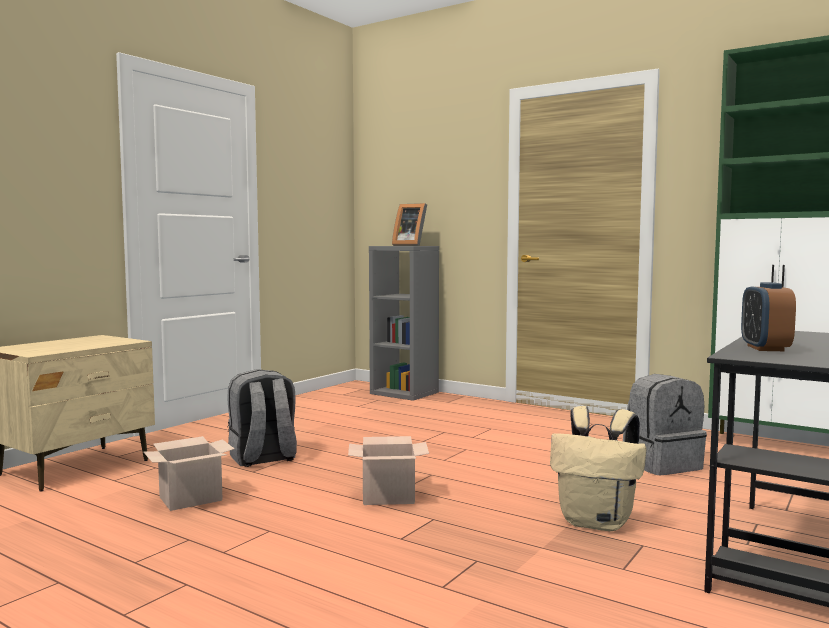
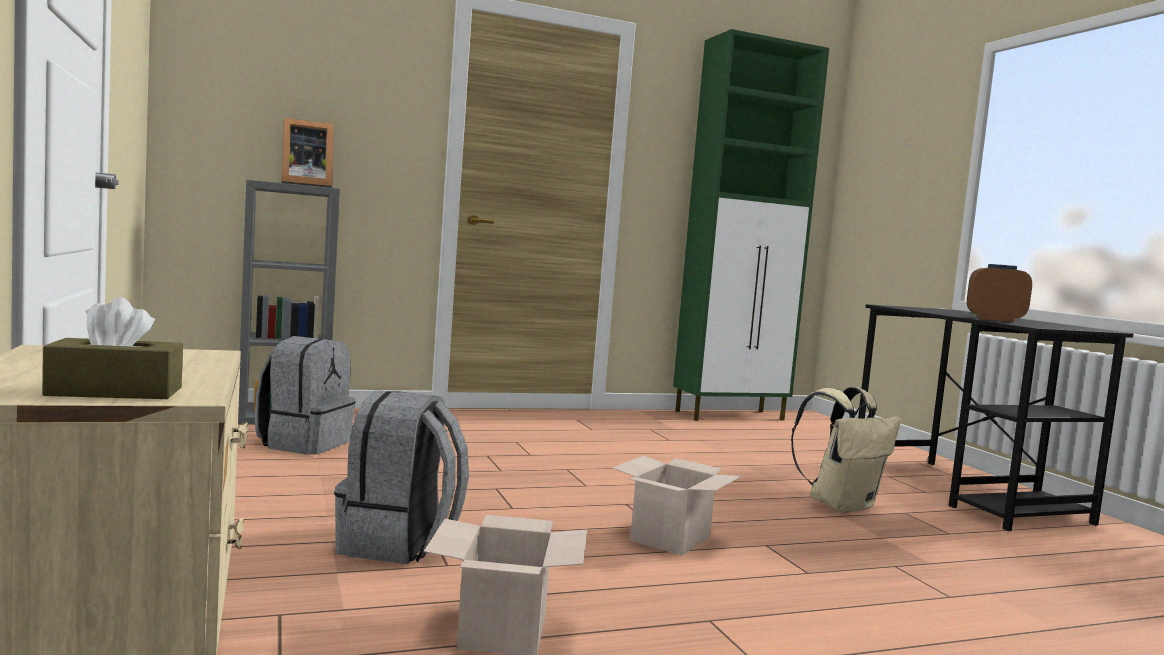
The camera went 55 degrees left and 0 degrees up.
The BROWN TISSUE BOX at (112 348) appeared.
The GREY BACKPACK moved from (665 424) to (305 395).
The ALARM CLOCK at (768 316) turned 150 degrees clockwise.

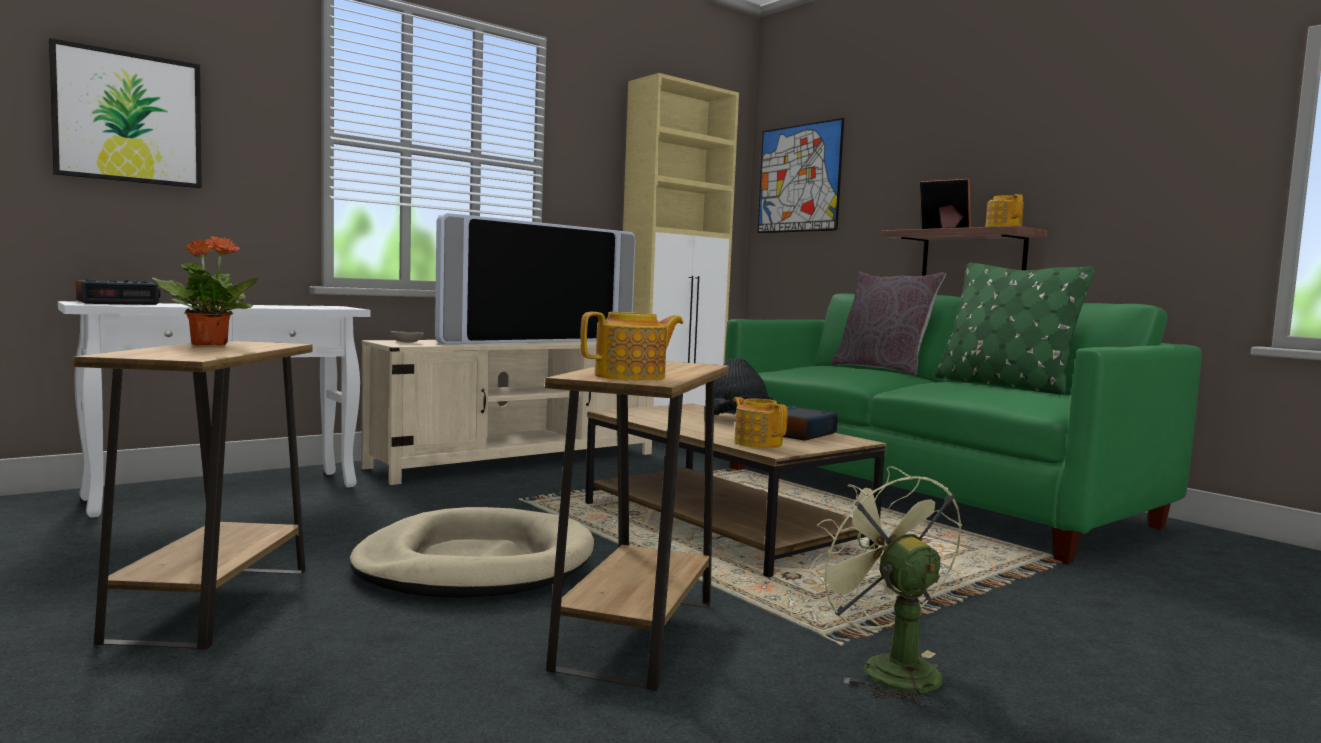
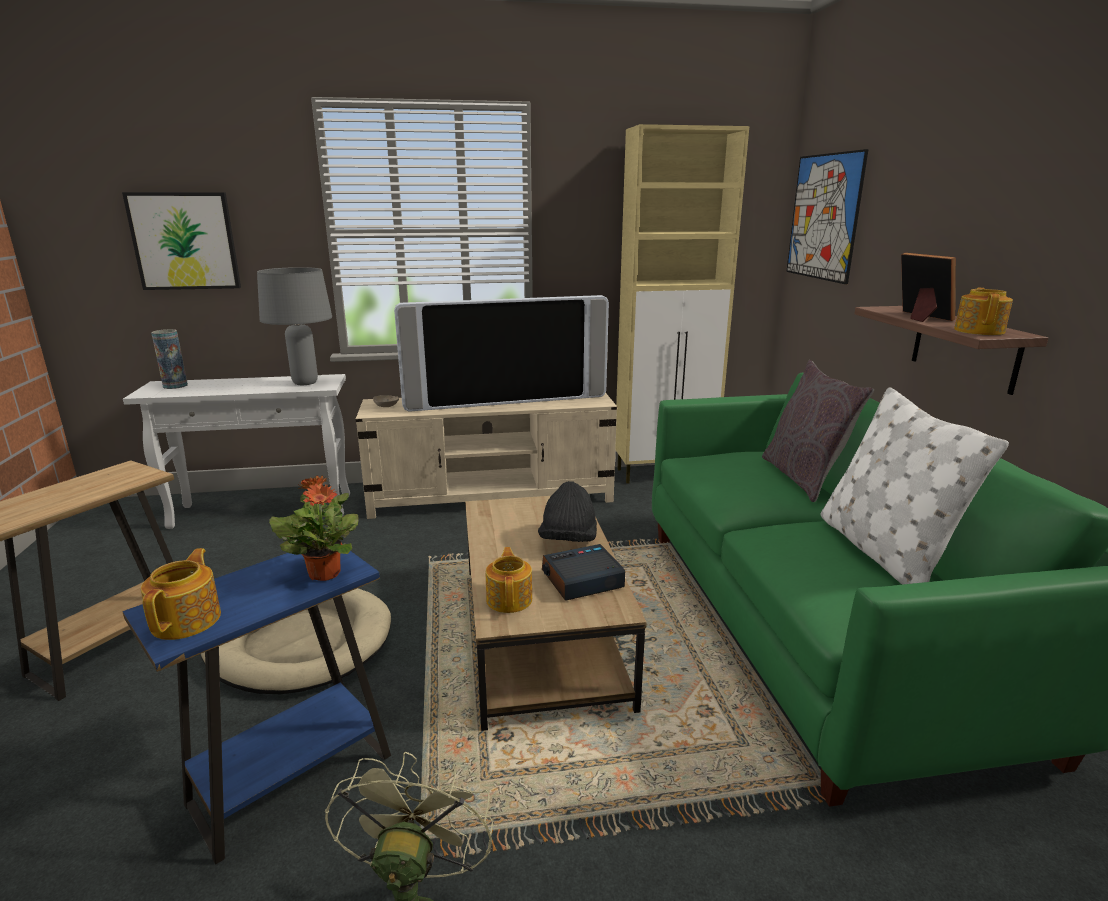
The camera went 30 degrees right and 15 degrees up.
The BROWN SIDE TABLE at (636 526) became the BLUE SIDE TABLE at (257 708).
The TEAPOT at (631 346) turned 90 degrees counterclockwise.
The ALARM CLOCK at (118 292) was replaced by the VASE at (169 359).
The GREY TABLE LAMP at (294 326) appeared.
The POTTED PLANT moved from (205 291) to (314 528).
The GREEN PILLOW at (1015 329) became the WHITE PILLOW at (914 486).

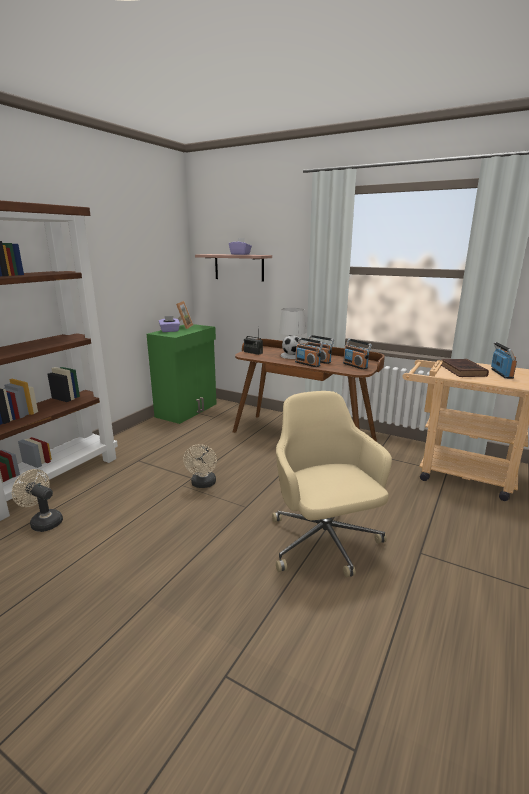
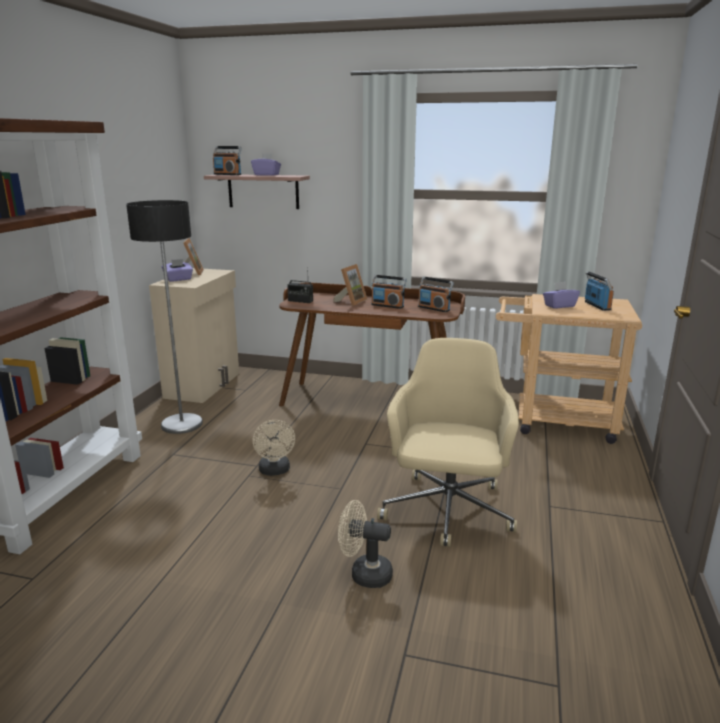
The camera went 15 degrees left and 0 degrees up.
The FLOOR LAMP at (164 317) appeared.
The GREEN CABINET at (182 374) became the BEIGE CABINET at (194 335).
The RADIO moved from (309 352) to (227 160).
The WHITE TABLE LAMP at (292 333) was replaced by the PICTURE FRAME at (350 285).
The BEIGE FAN moved from (37 500) to (365 544).
The BEIGE OFFICE CHAIR at (332 484) turned 45 degrees clockwise.
The BROWN BOOK at (465 368) was replaced by the PURPLE TISSUE BOX at (561 295).

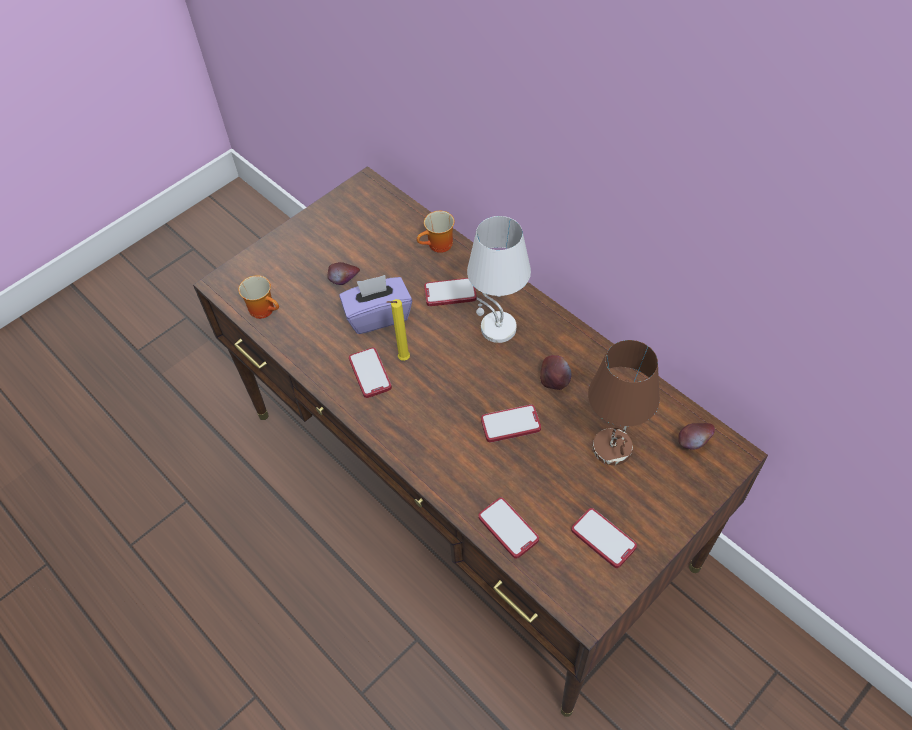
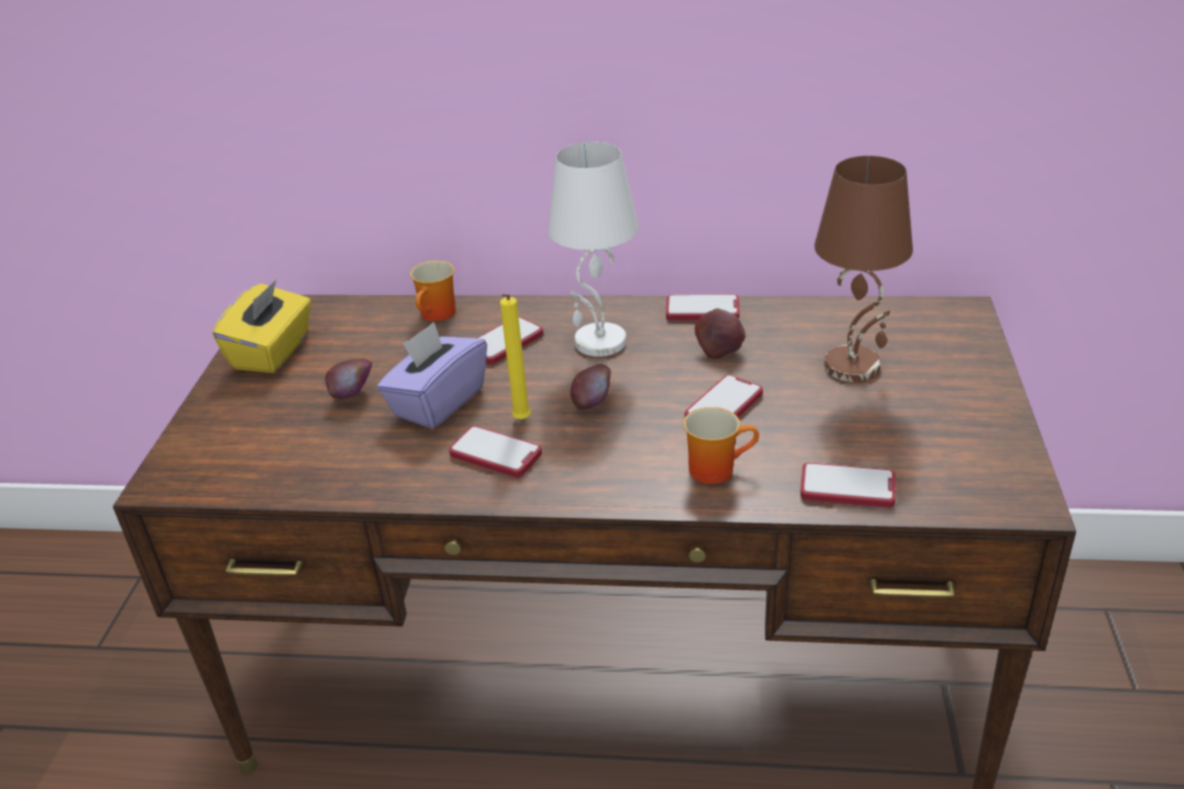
The camera went 40 degrees left and 20 degrees down.
The YELLOW TISSUE BOX at (262 326) appeared.
The APPLE moved from (696 436) to (590 387).
The PHONE moved from (604 538) to (703 308).
The MUG moved from (258 297) to (721 445).

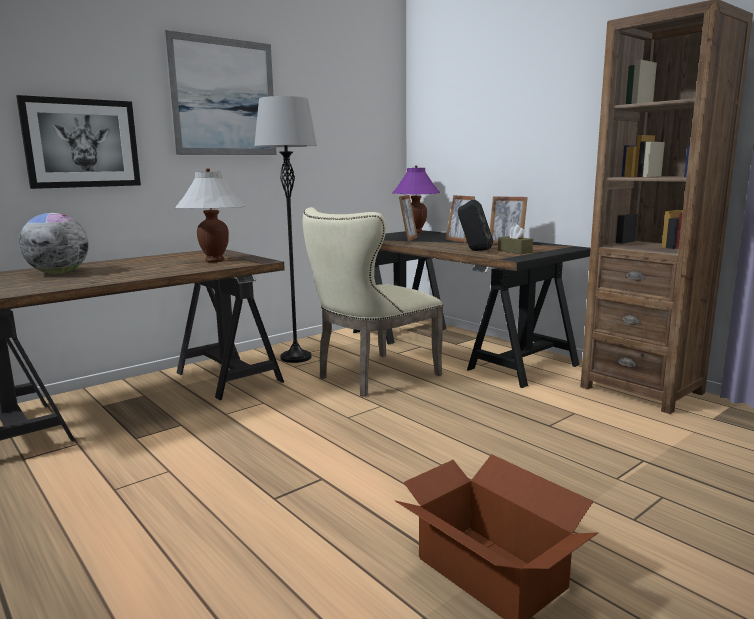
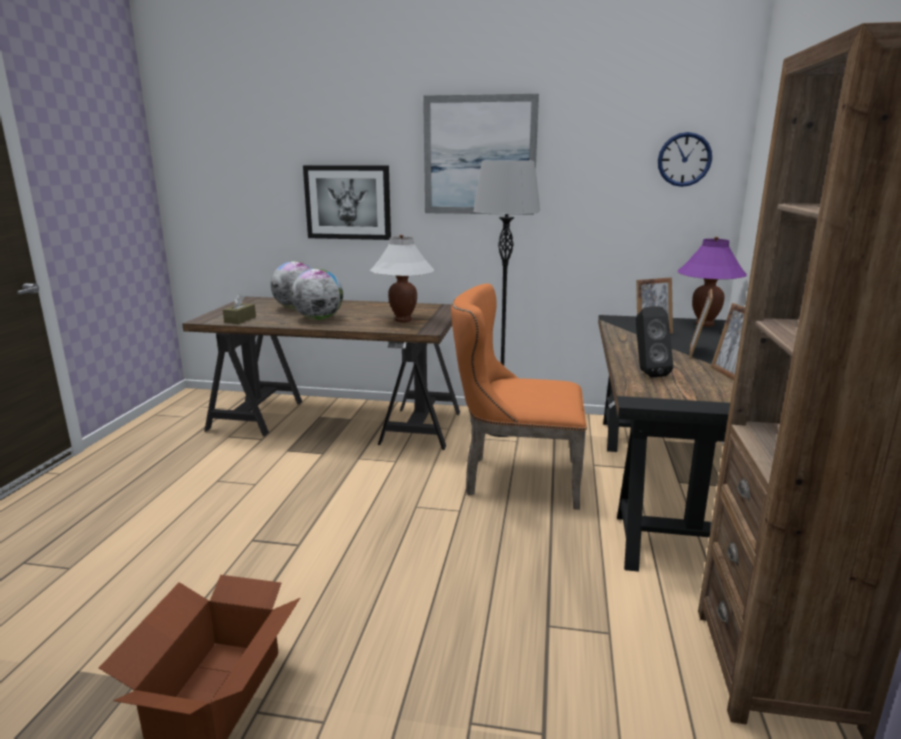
The camera went 50 degrees right and 5 degrees up.
The BROWN TISSUE BOX moved from (515 239) to (239 309).
The GLOBE at (317 294) appeared.
The BEIGE CHAIR at (373 302) became the ORANGE CHAIR at (519 396).
The WALL CLOCK at (685 159) appeared.

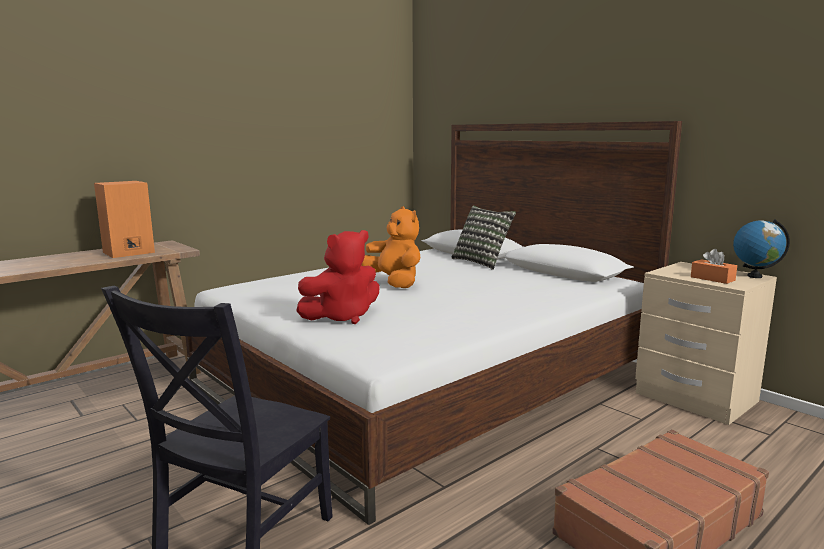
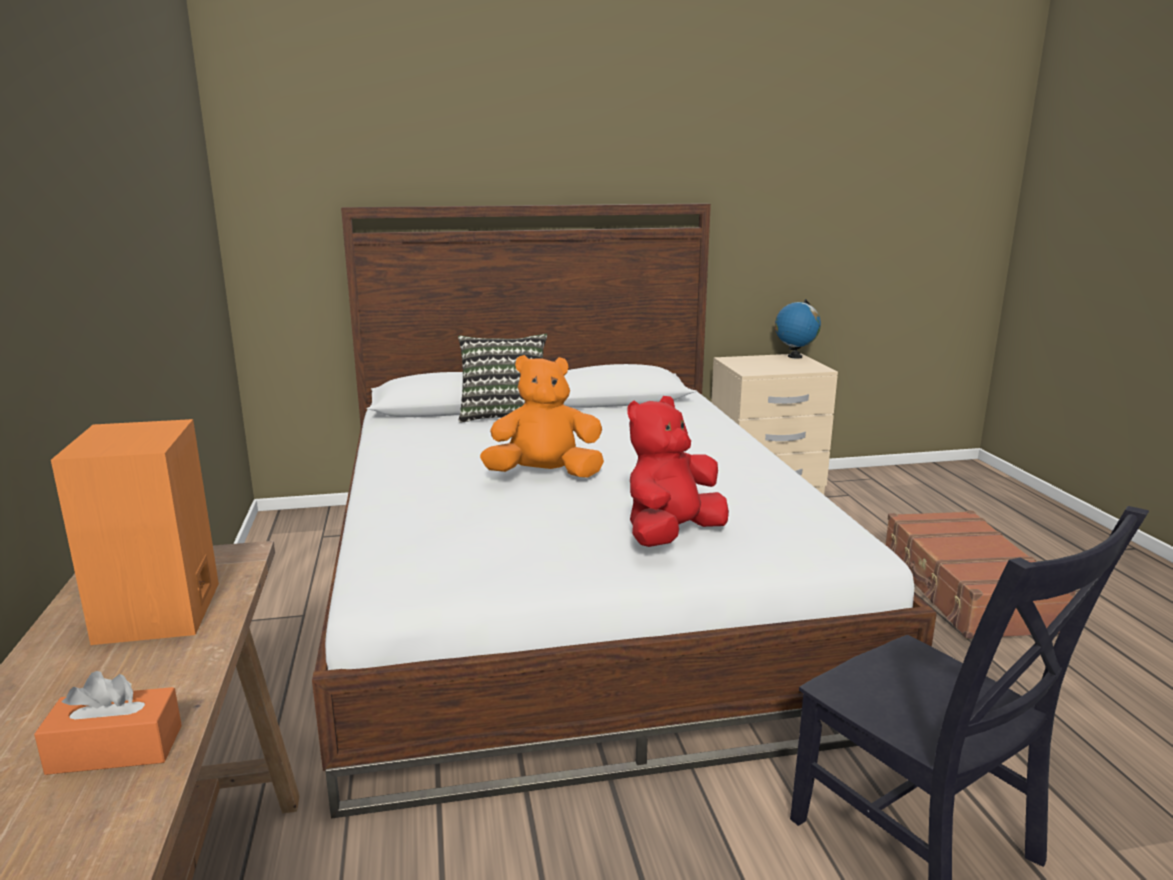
The camera went 60 degrees left and 5 degrees up.
The ORANGE TISSUE BOX moved from (714 266) to (108 723).
The RED PLUSH TOY at (337 277) turned 135 degrees counterclockwise.

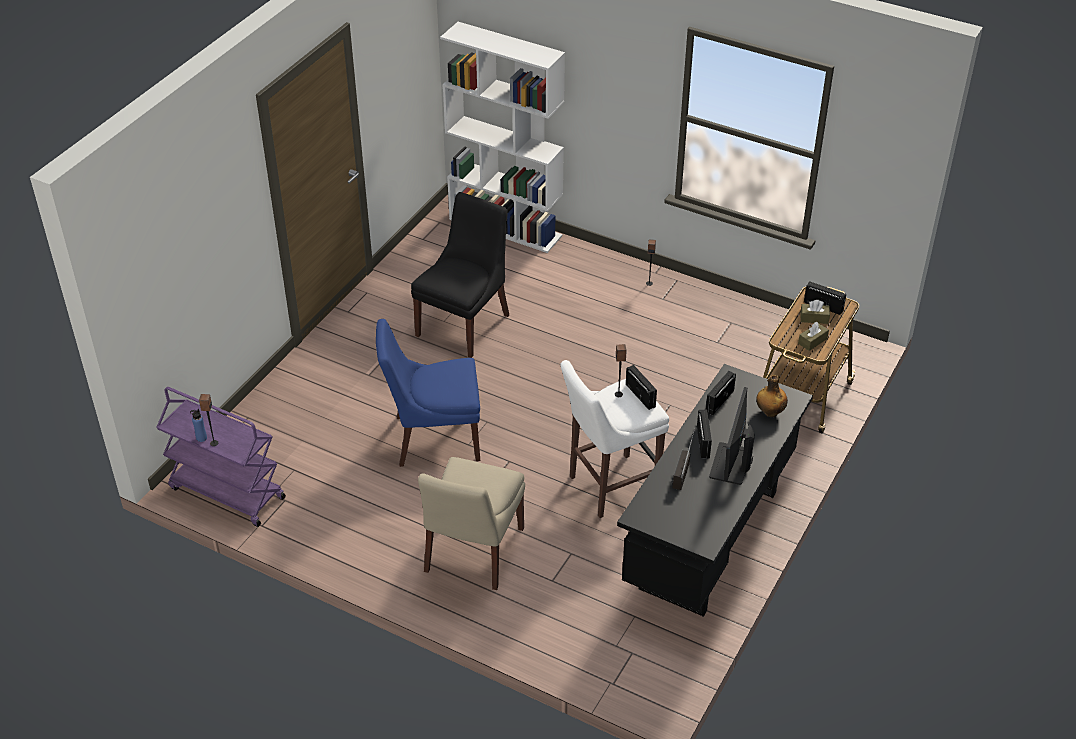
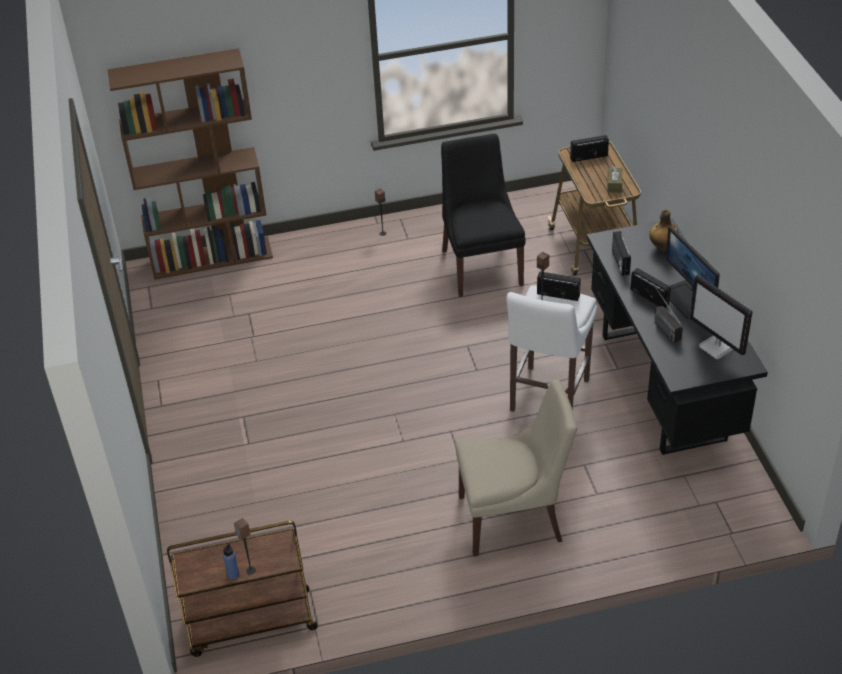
The camera went 40 degrees left and 0 degrees up.
The WHITE BOOKCASE at (502 137) became the BROWN BOOKCASE at (190 164).
The PURPLE CART at (221 457) became the BROWN CART at (242 589).
The BLACK CHAIR moved from (460 275) to (483 215).
The BEIGE CHAIR at (471 523) turned 75 degrees counterclockwise.
The MONITOR at (721 317) appeared.
The BLUE CHAIR at (428 393) disappeared.
The BROWN TISSUE BOX at (815 312) disappeared.

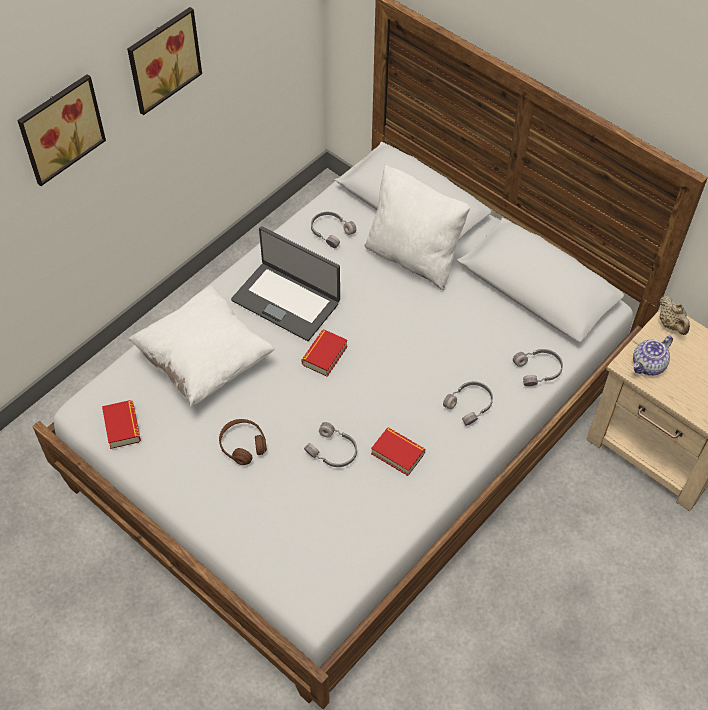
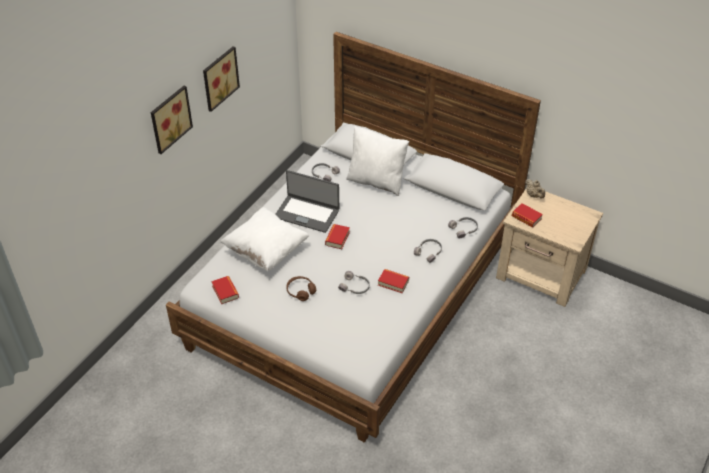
The camera went 10 degrees left and 10 degrees down.
The TEAPOT at (653 355) was replaced by the BOOK at (527 215).

